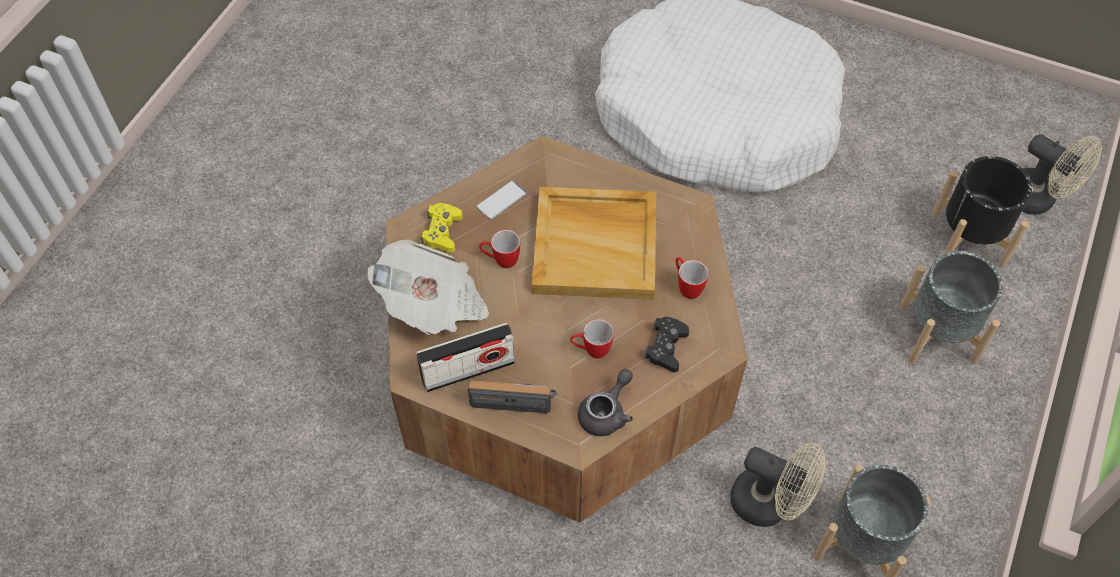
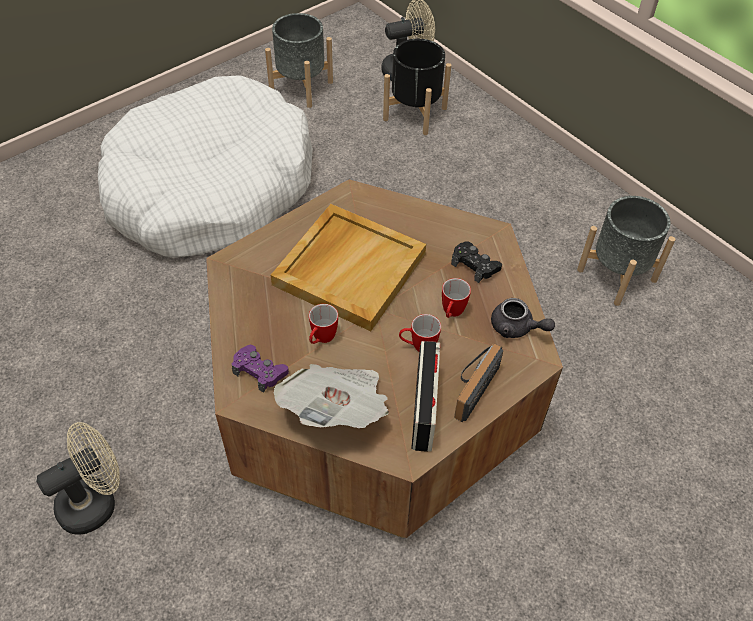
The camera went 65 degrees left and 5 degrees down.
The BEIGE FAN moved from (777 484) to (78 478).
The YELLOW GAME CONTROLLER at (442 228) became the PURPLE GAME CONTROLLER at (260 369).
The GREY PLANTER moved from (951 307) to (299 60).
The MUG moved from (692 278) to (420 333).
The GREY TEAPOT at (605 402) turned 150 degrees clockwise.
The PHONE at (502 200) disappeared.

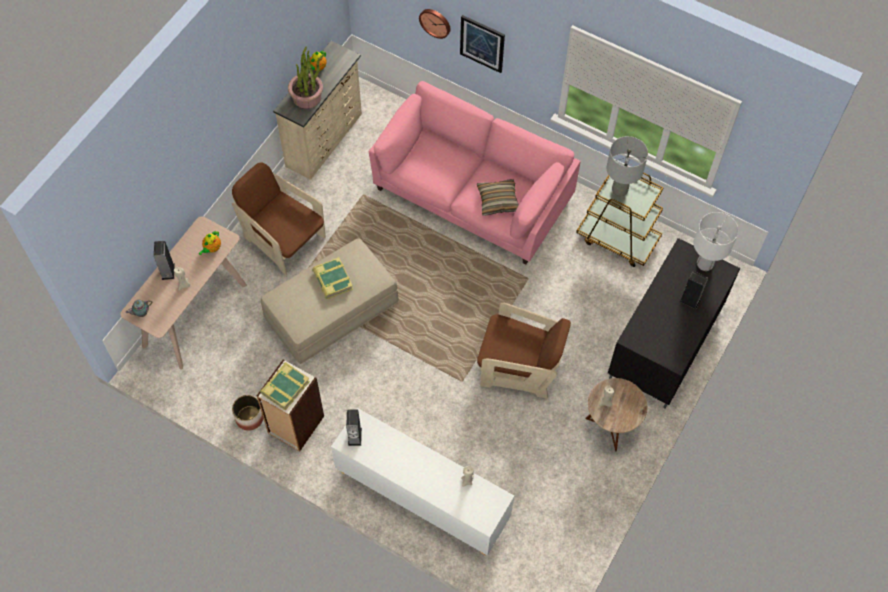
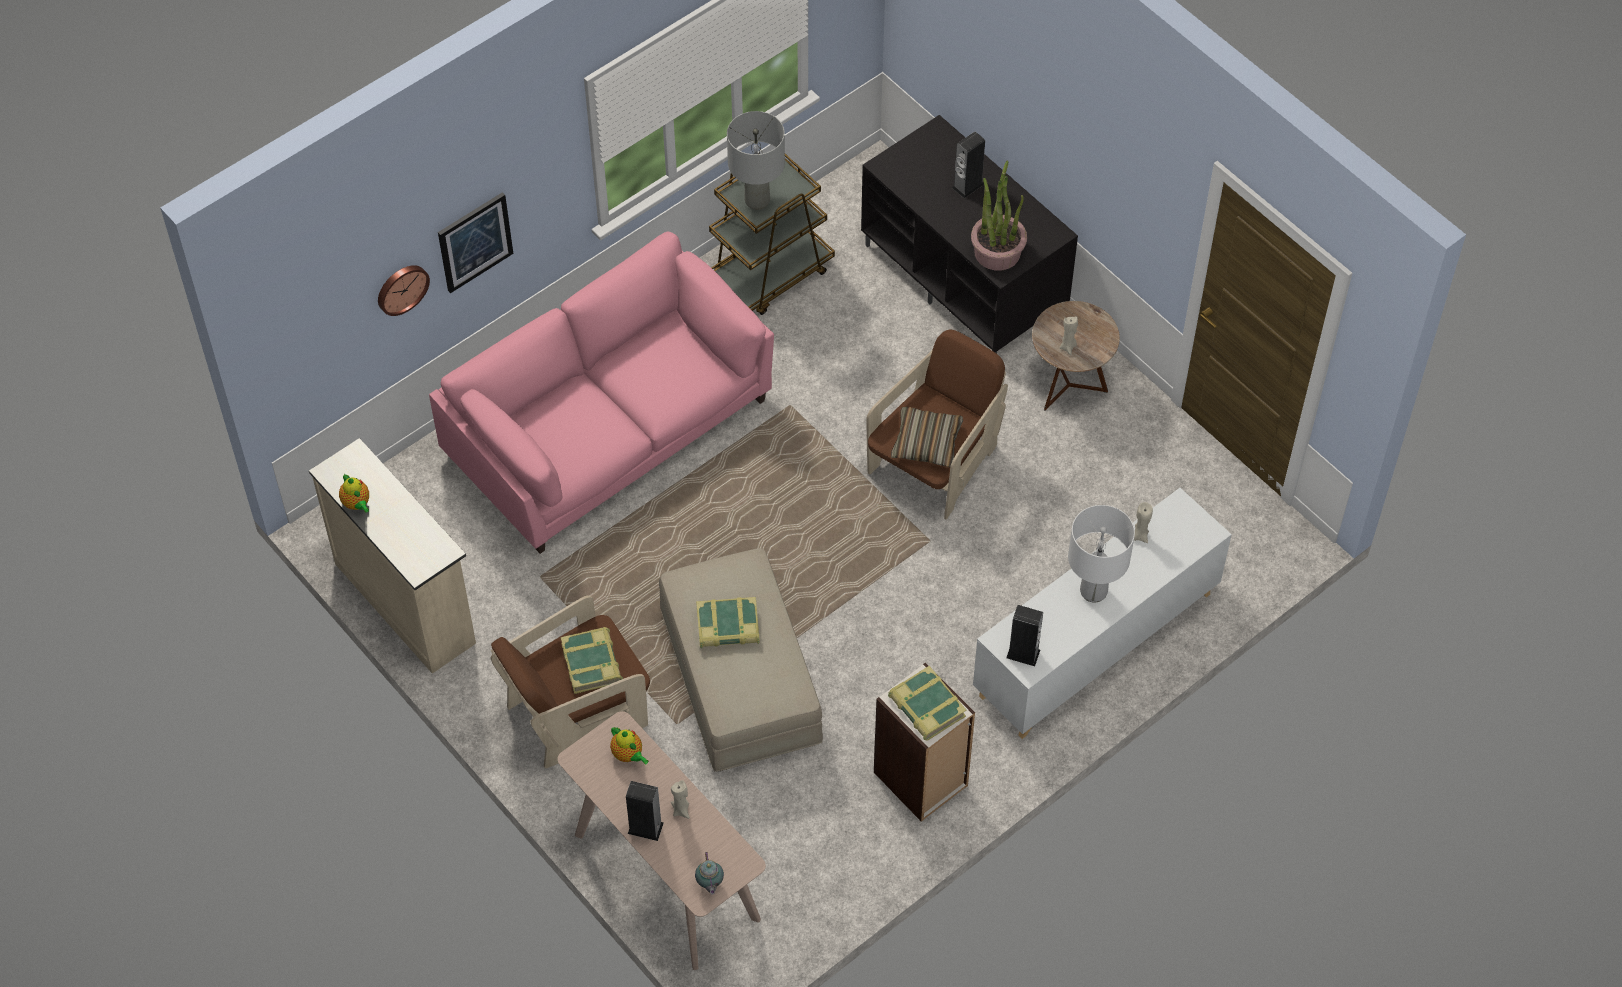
The camera went 70 degrees left and 5 degrees down.
The BOOK at (592 660) appeared.
The PILLOW moved from (498 197) to (927 437).
The POTTED PLANT moved from (306 77) to (999 215).
The WHITE TABLE LAMP moved from (716 241) to (1101 554).
The PLANTER at (247 413) disappeared.

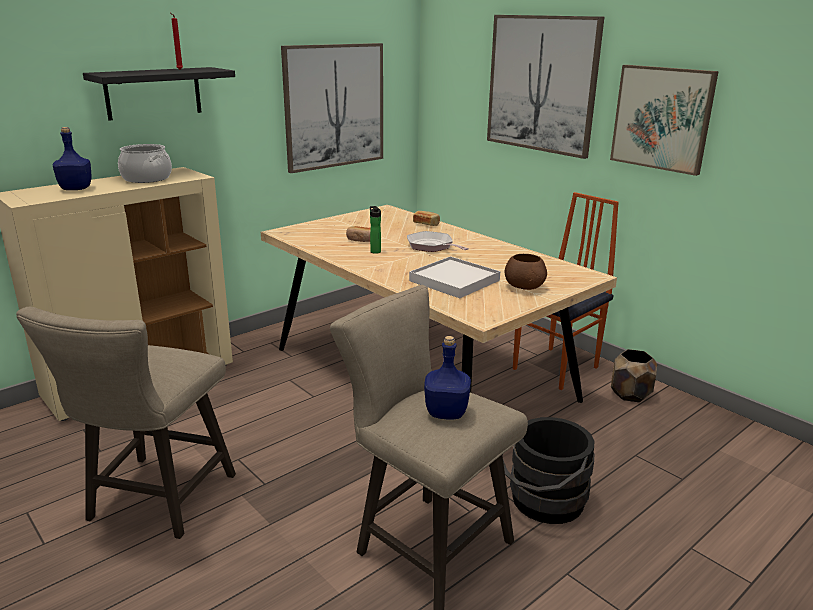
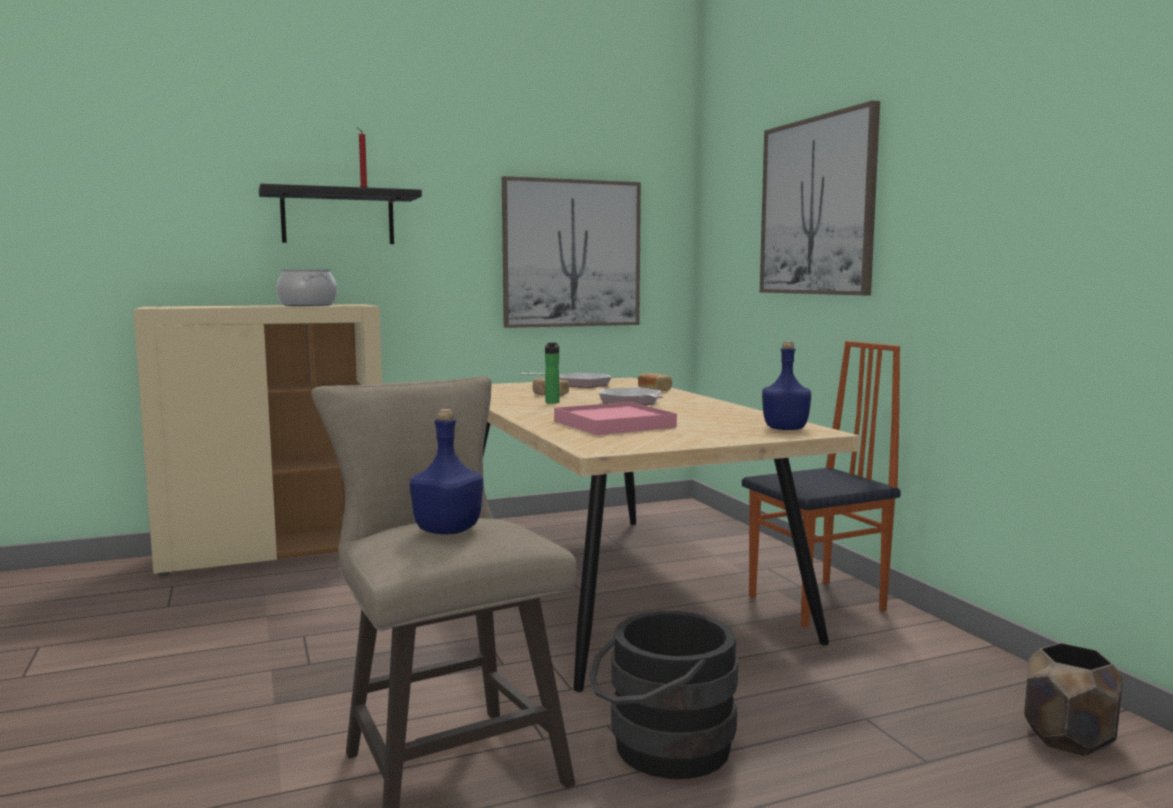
The camera went 20 degrees right and 15 degrees down.
The FRYING PAN at (566 380) appeared.
The WHITE TRAY at (454 277) became the PINK TRAY at (615 418).
The BLUE BOTTLE moved from (72 158) to (786 385).
The BROWN PLANTER moved from (634 375) to (1073 699).
The BEIGE STOOL at (126 423) disappeared.
The BROWN BOWL at (526 272) disappeared.
The PICTURE at (664 120) disappeared.

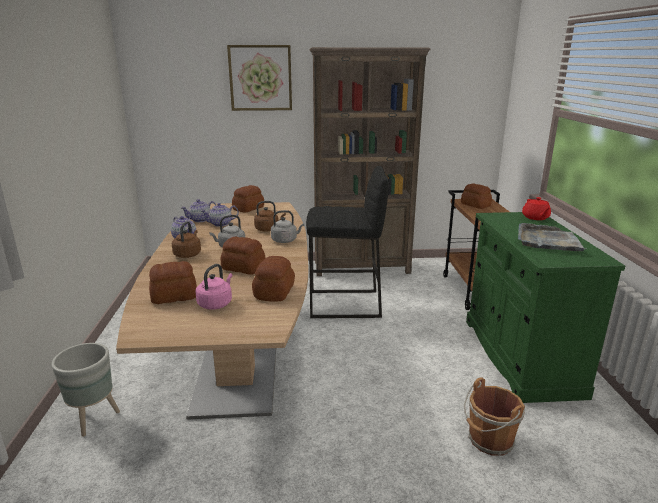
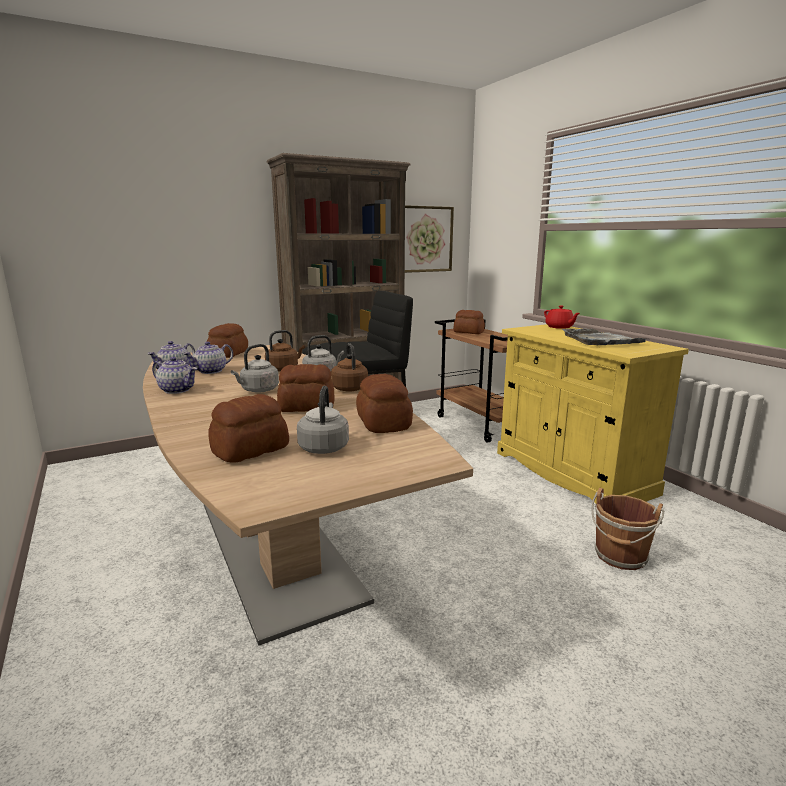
The camera went 25 degrees left and 5 degrees down.
The PINK KETTLE at (214 287) became the GREY KETTLE at (323 420).
The BROWN KETTLE moved from (186 239) to (349 367).
The PICTURE moved from (259 78) to (429 239).
The GREEN CABINET at (545 307) became the YELLOW CABINET at (593 414).
The GREY PLANTER at (85 390) disappeared.

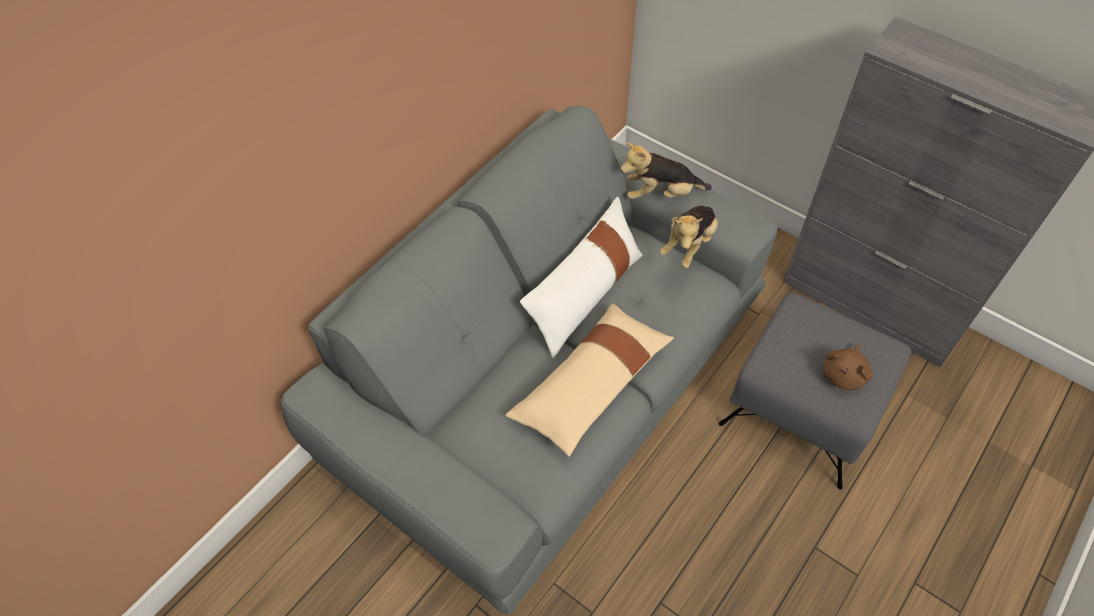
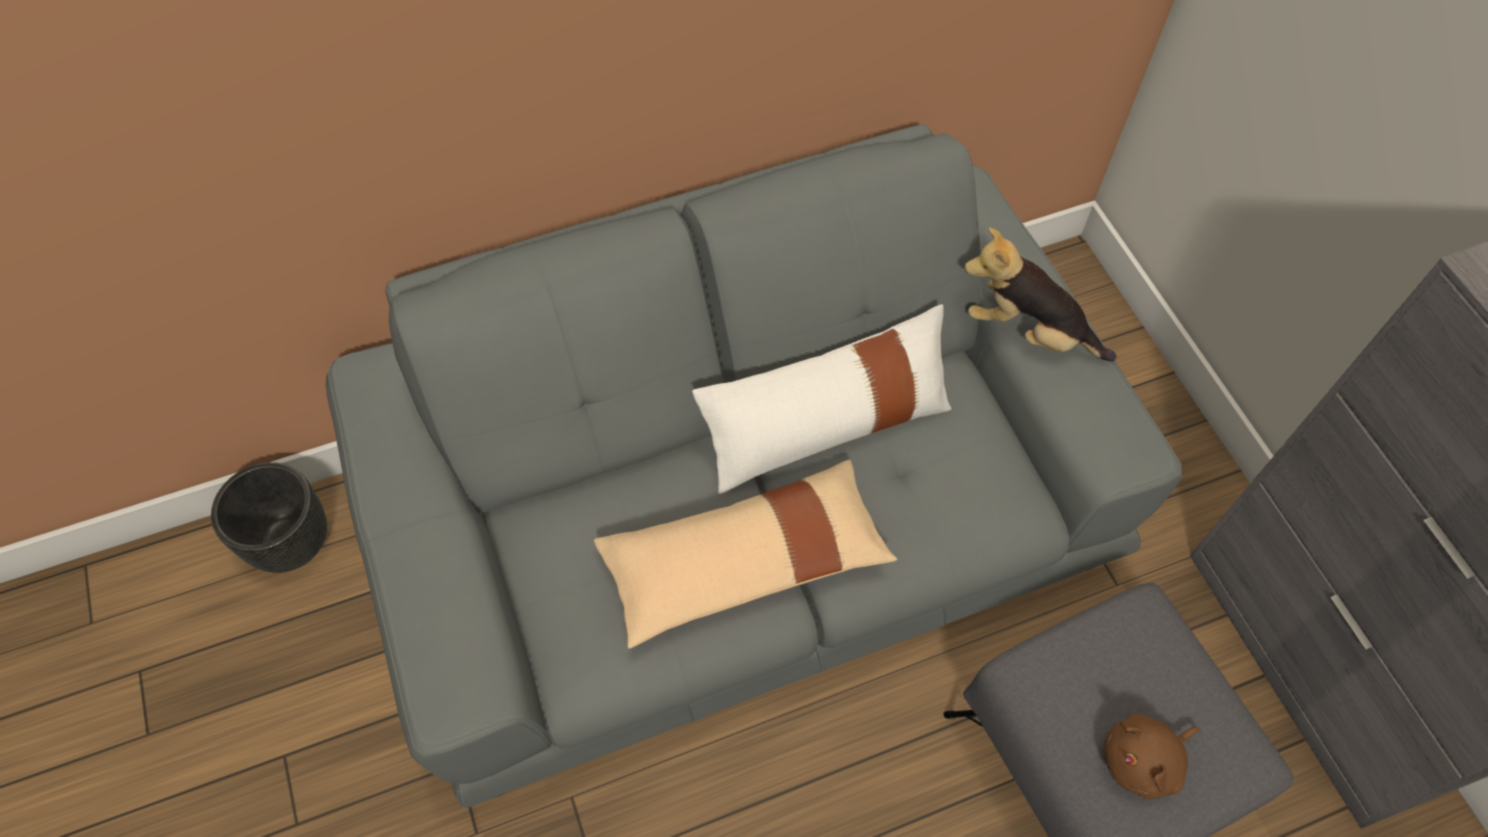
The camera went 30 degrees right and 5 degrees up.
The BLACK PLANTER at (269 517) appeared.
The PLUSH TOY at (689 237) disappeared.

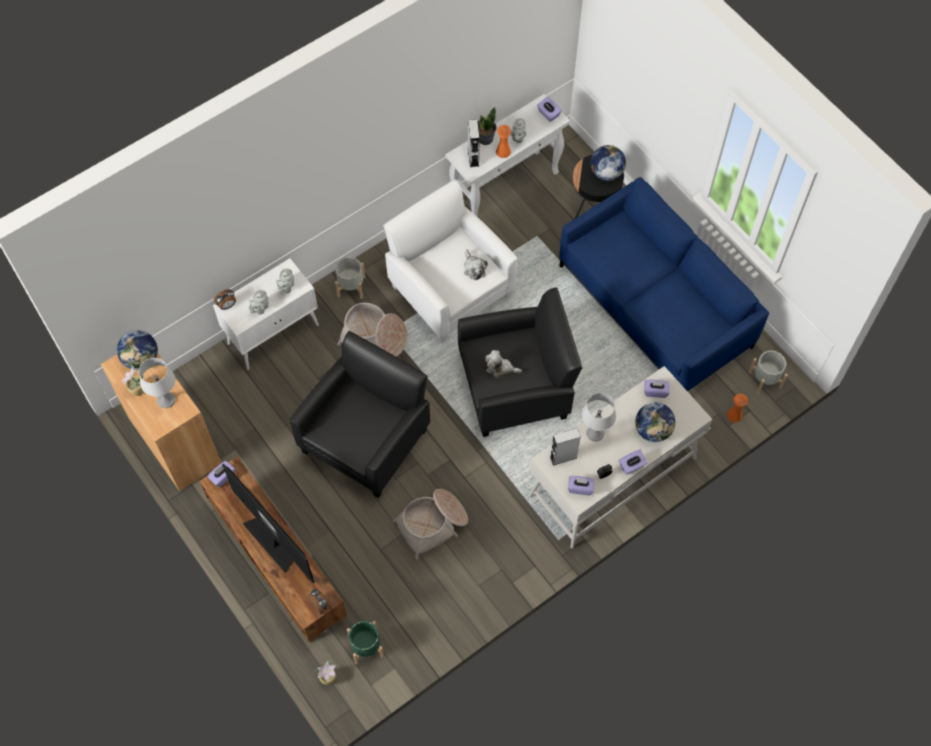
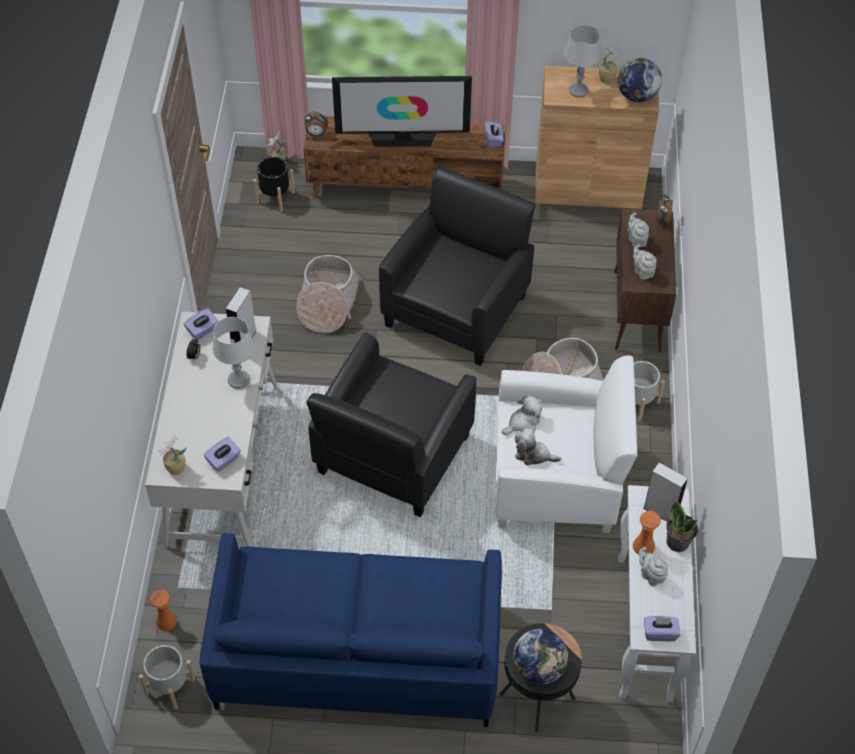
The camera went 130 degrees right and 10 degrees down.
The POTTED PLANT at (172 455) appeared.
The GREEN PLANTER at (365 643) became the BLACK PLANTER at (274 183).
The BLACK ARMCHAIR at (360 414) turned 135 degrees counterclockwise.
The PLUSH TOY moved from (503 364) to (521 414).
The WHITE CABINET at (266 314) became the BROWN CABINET at (645 280).
The PURPLE TISSUE BOX at (633 462) disappeared.
The GLOBE at (655 422) disappeared.

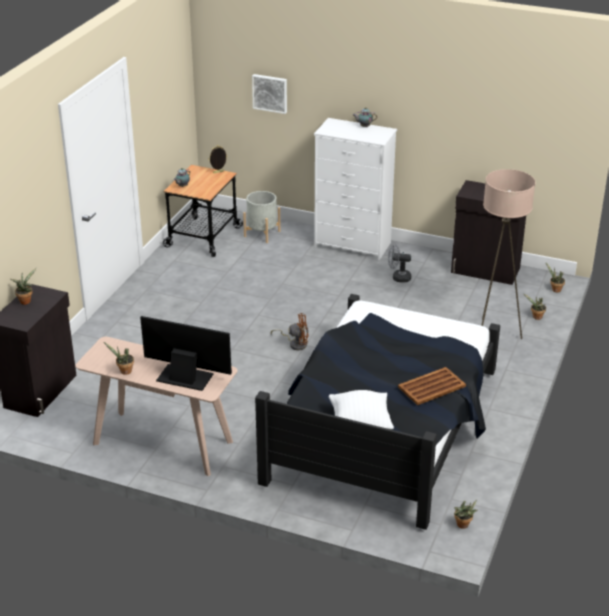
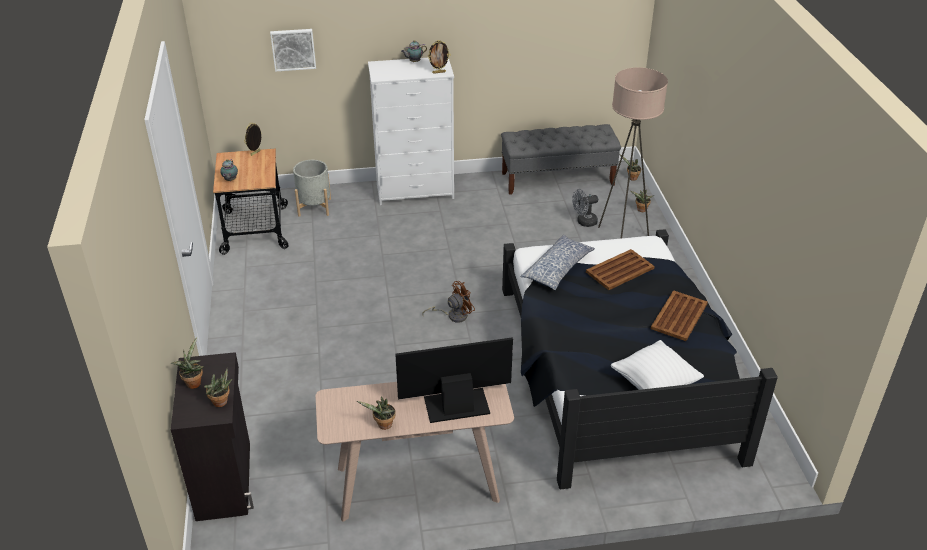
The camera went 30 degrees left and 5 degrees up.
The POTTED PLANT moved from (465 514) to (218 387).
The PICTURE FRAME at (439 57) appeared.
The BLACK CABINET at (488 232) was replaced by the GREY BENCH at (561 159).
The PILLOW at (557 262) appeared.
The GREY FAN moved from (399 263) to (585 208).
The BROWN TRAY at (620 269) appeared.

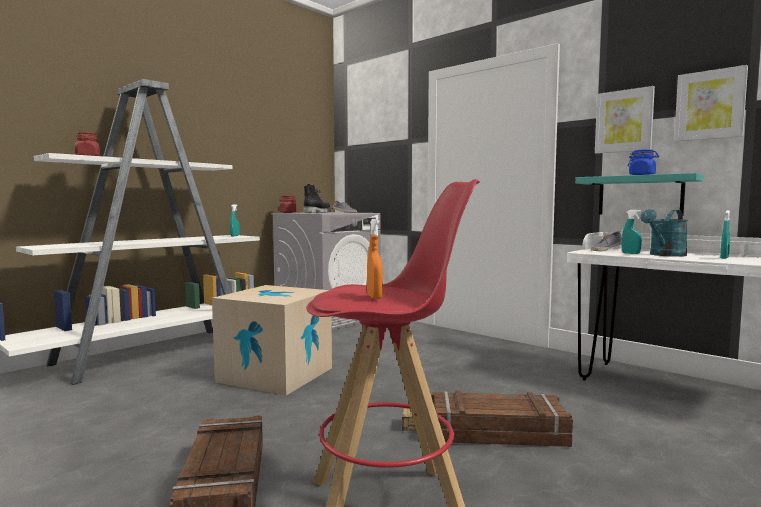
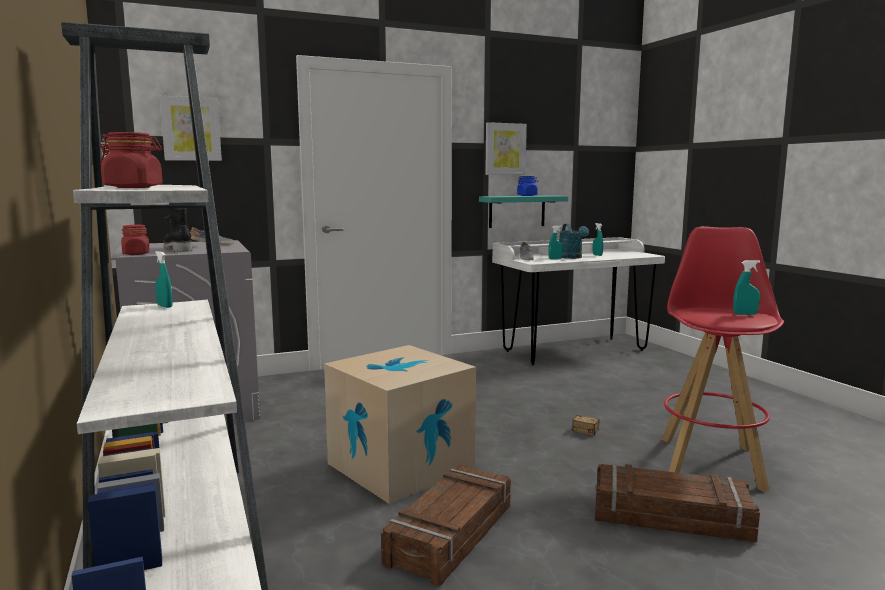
The camera went 65 degrees left and 5 degrees up.
The PICTURE moved from (711 103) to (191 128).
The CRATE moved from (502 418) to (446 525).
The ORANGE SPRAY BOTTLE at (375 259) became the TURQUOISE SPRAY BOTTLE at (746 287).

